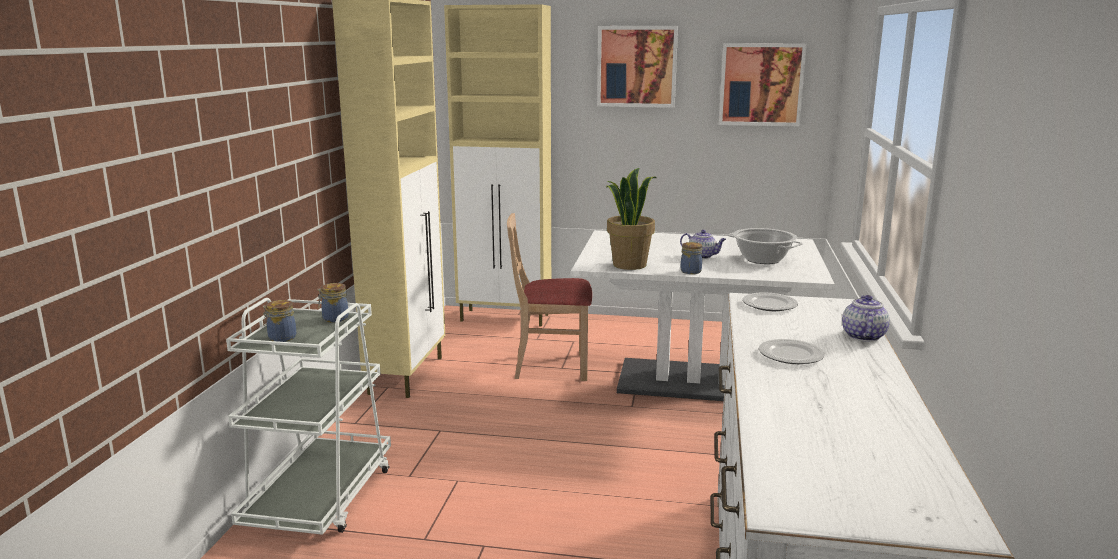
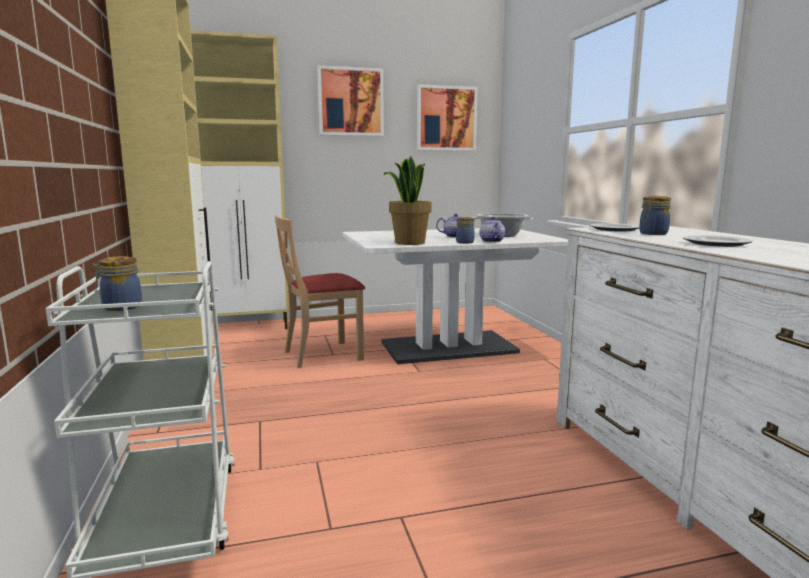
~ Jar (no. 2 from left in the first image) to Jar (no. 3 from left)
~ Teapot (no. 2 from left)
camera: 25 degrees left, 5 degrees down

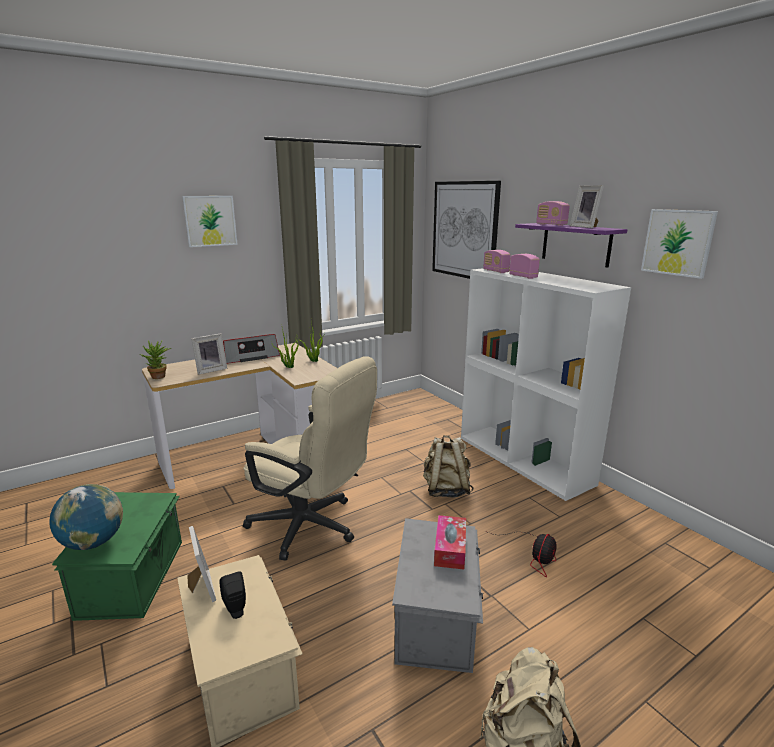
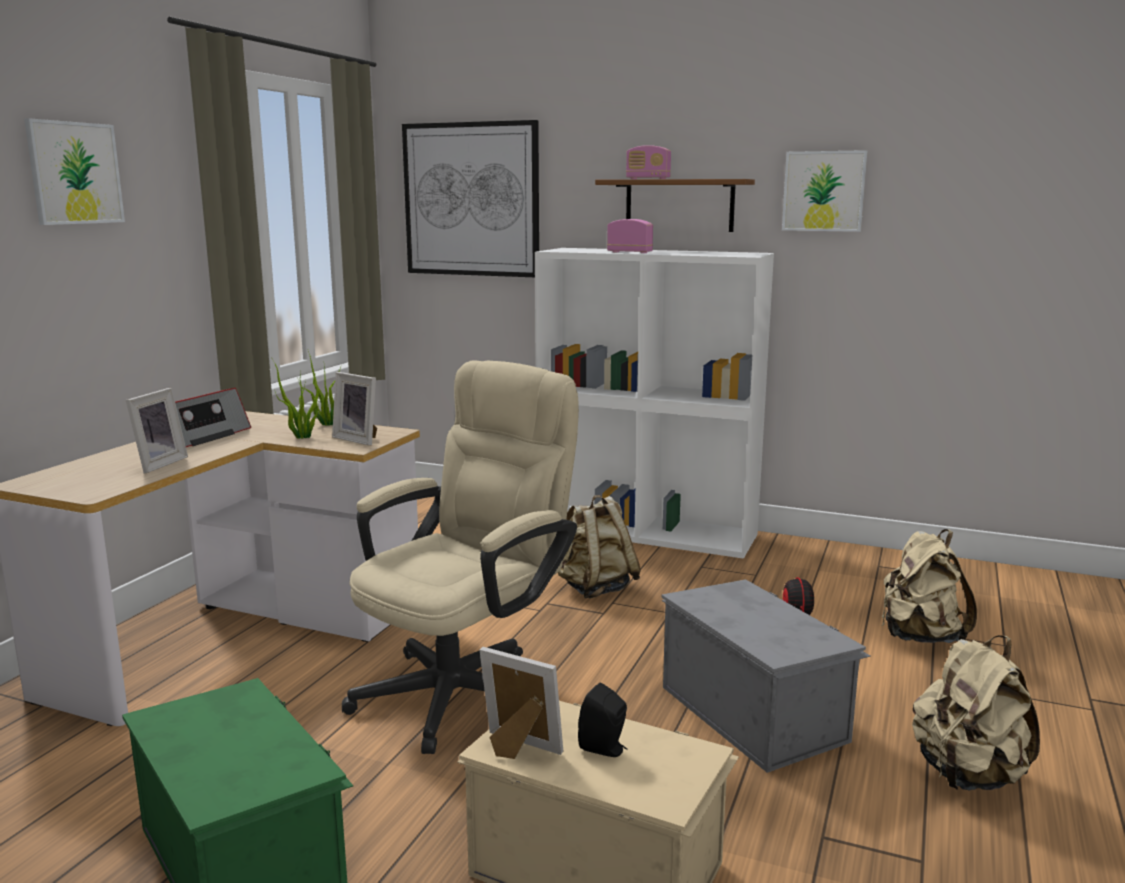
- Globe
- PottedPlant (no. 1 from left)
- TissueBox
- Radio (no. 2 from left)
+ BeigeBackpack (no. 2 from left)
~ PictureFrame (no. 3 from left in the first image) to PictureFrame (no. 2 from left)
~ PurpleShelf to BrownShelf
~ BeigeOfficeChair 45 degrees counterclockwise
camera: 35 degrees left, 5 degrees down

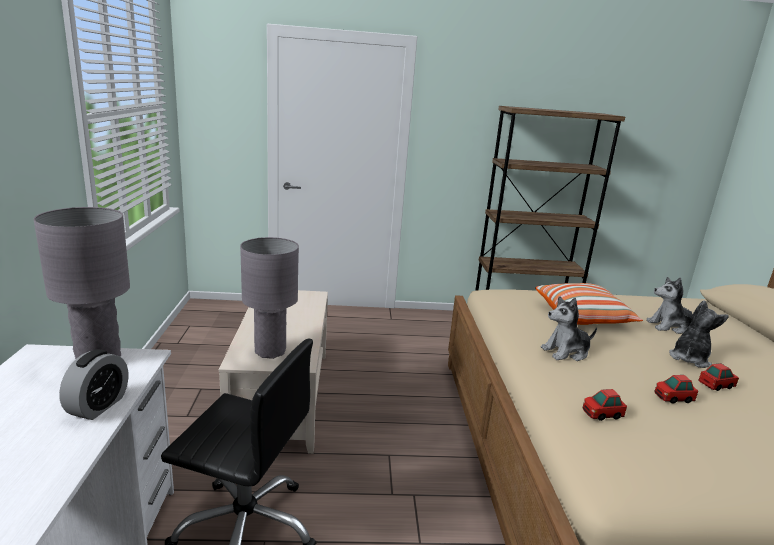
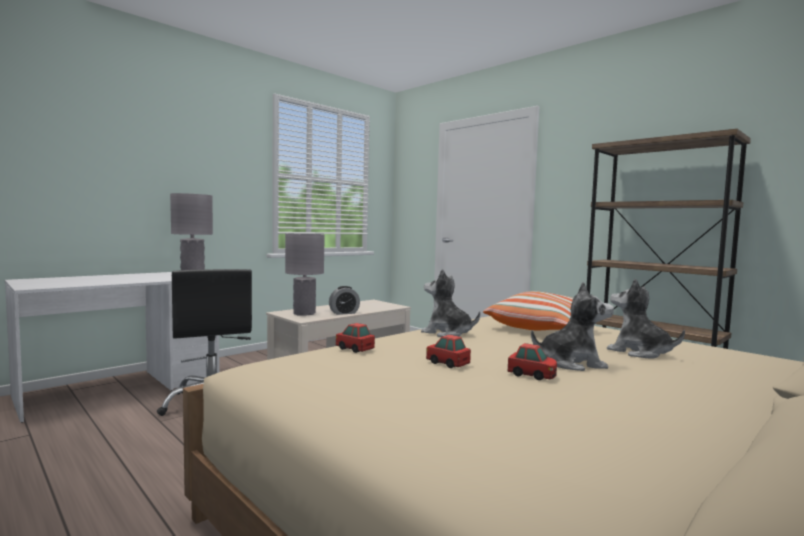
~ AlarmClock
camera: 50 degrees right, 15 degrees down

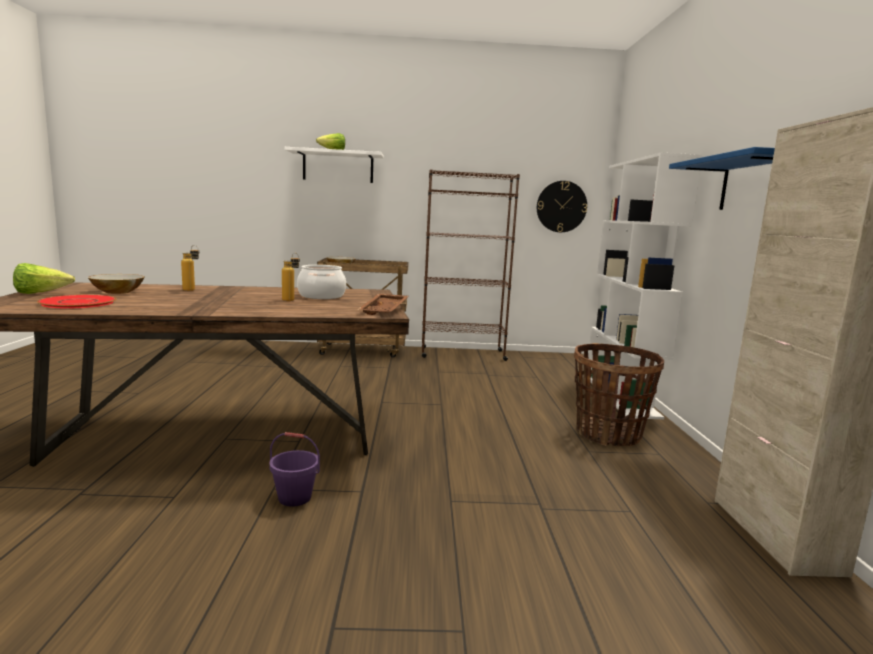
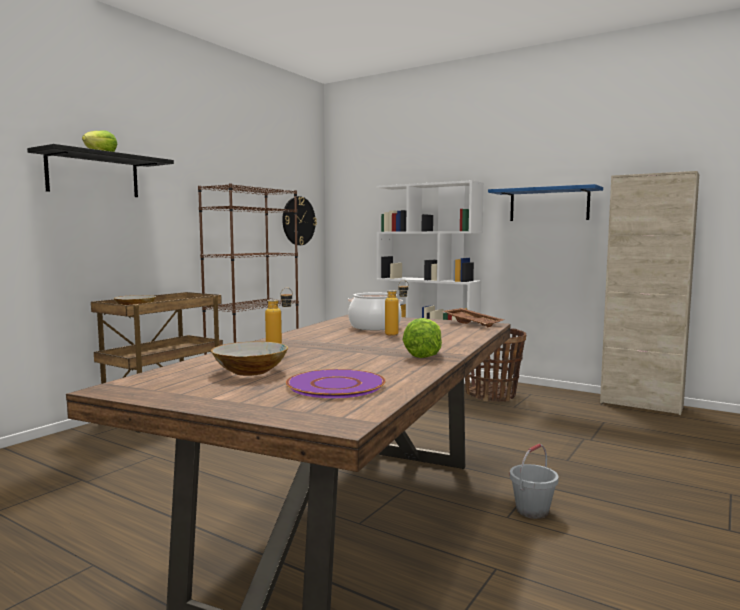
~ Lettuce (no. 1 from left in the first image) to Lettuce (no. 2 from left)
~ RedPlate to PurplePlate
~ PurpleBucket to GreyBucket
~ WhiteShelf to BlackShelf
camera: 55 degrees left, 5 degrees down

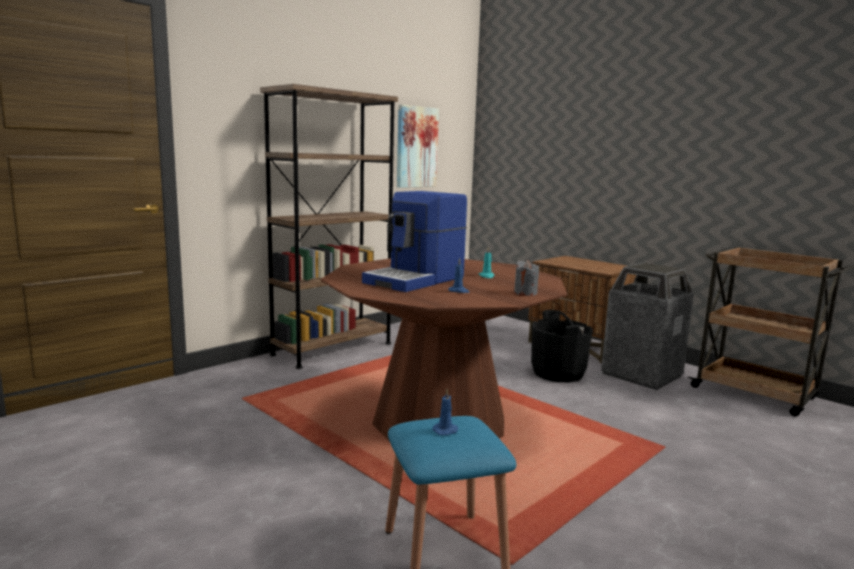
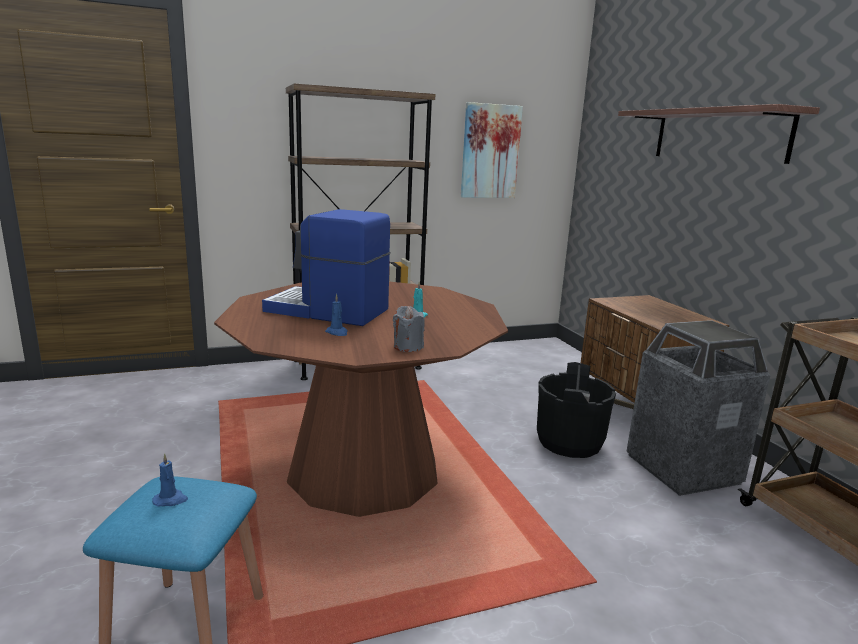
+ Shelf
~ CoffeeMachine 45 degrees clockwise
camera: 25 degrees right, 5 degrees up

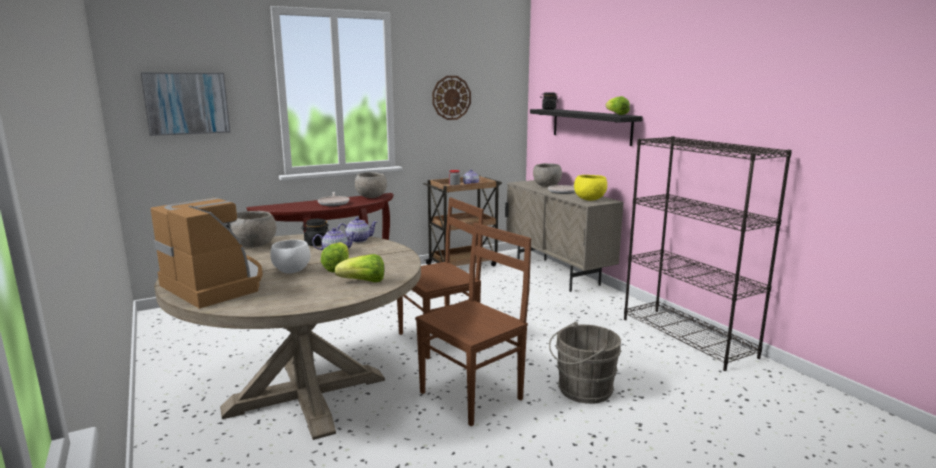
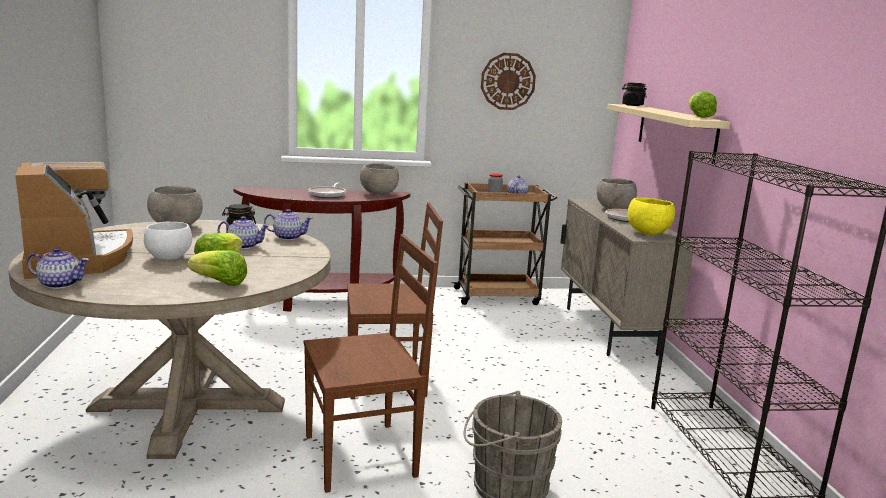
- Picture
+ Teapot (no. 1 from left)
~ BlackShelf to BeigeShelf
camera: 20 degrees right, 0 degrees up

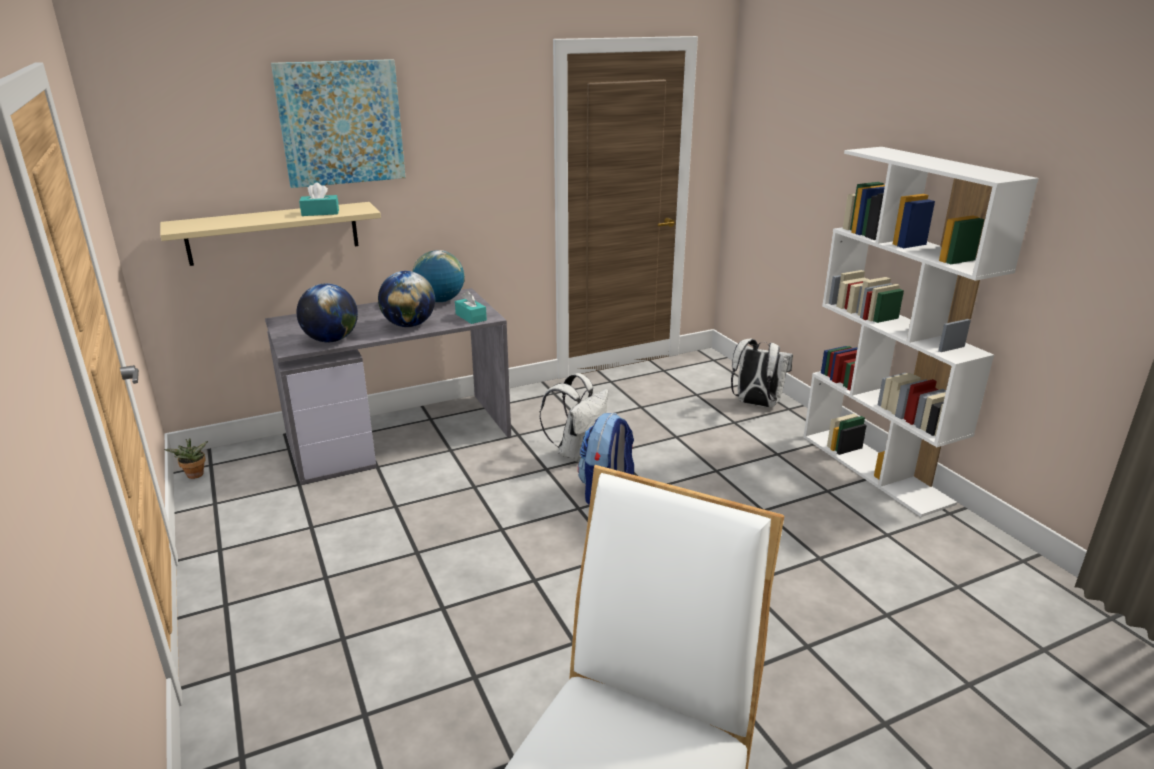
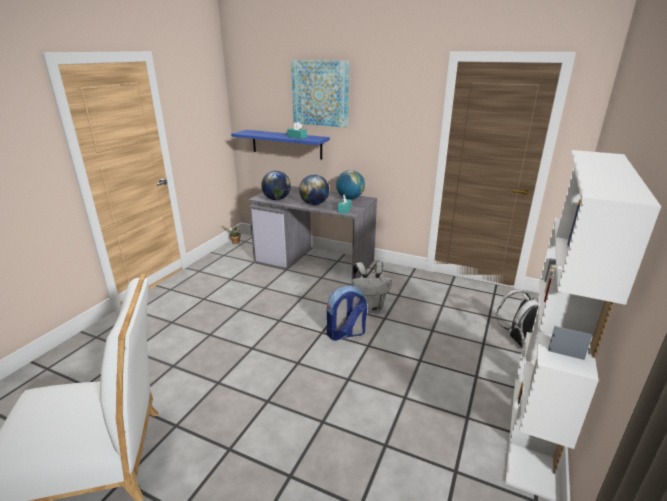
~ BeigeShelf to BlueShelf
camera: 50 degrees right, 0 degrees up

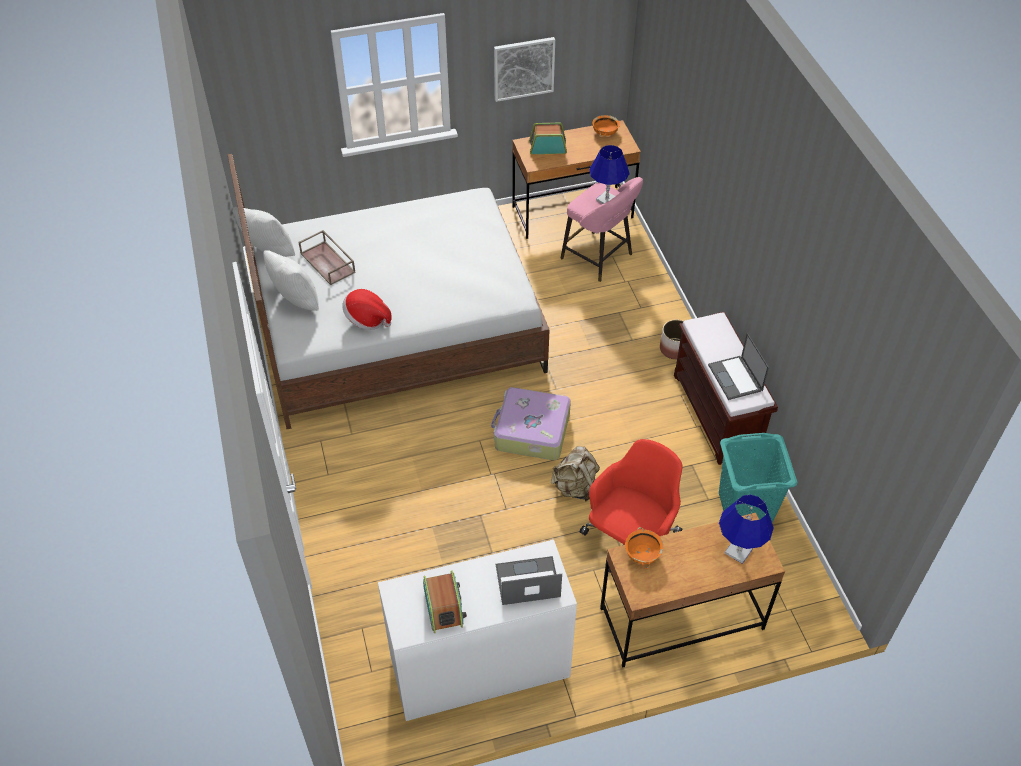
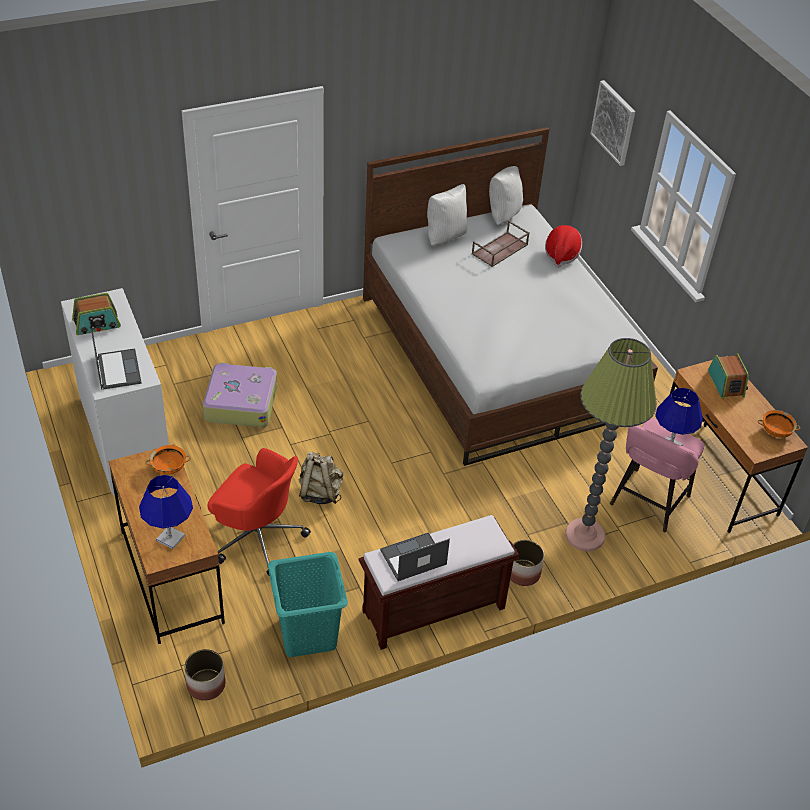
+ Planter (no. 1 from left)
+ FloorLamp
~ Hat
~ Suitcase
~ Picture
camera: 80 degrees right, 5 degrees down

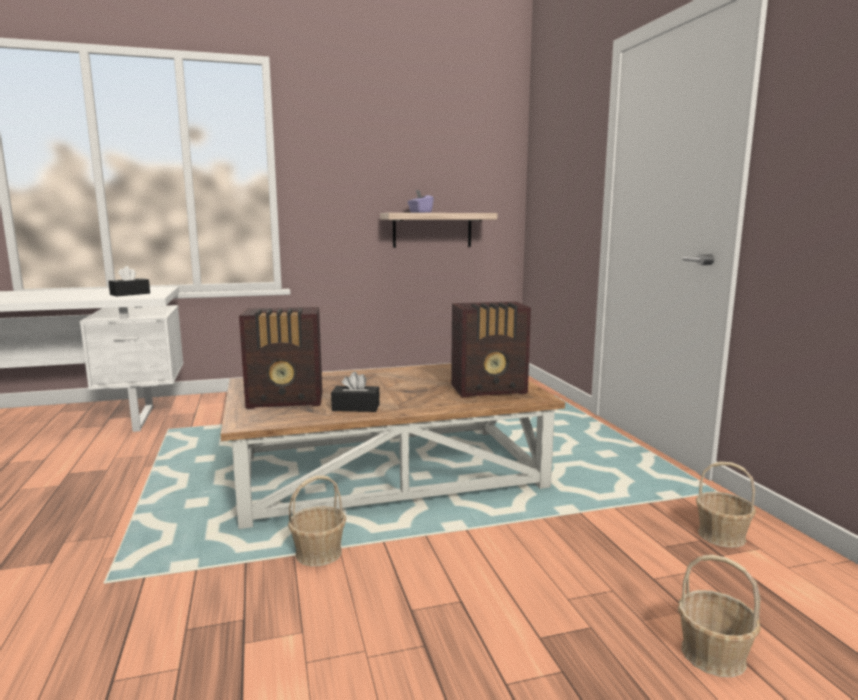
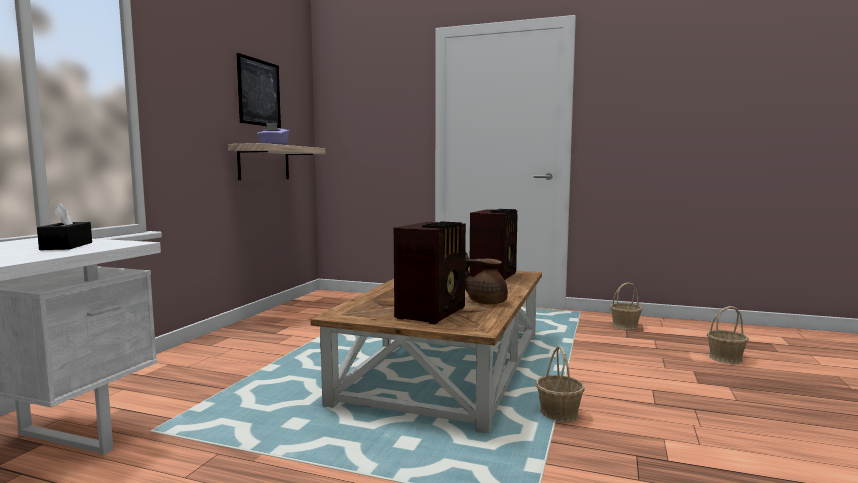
+ Picture
~ BlackTissueBox (no. 2 from left) to BrownTeapot
camera: 55 degrees left, 5 degrees down

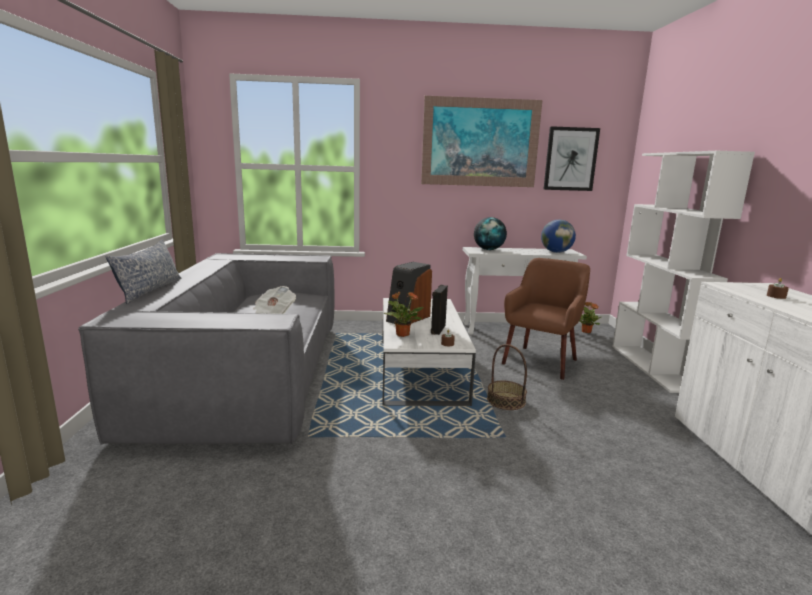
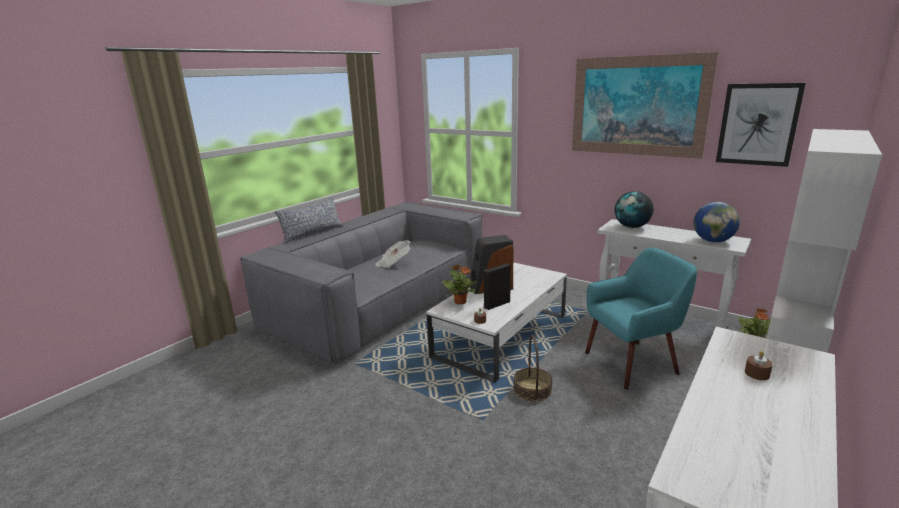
~ BrownArmchair to TurquoiseArmchair
camera: 40 degrees right, 5 degrees up

